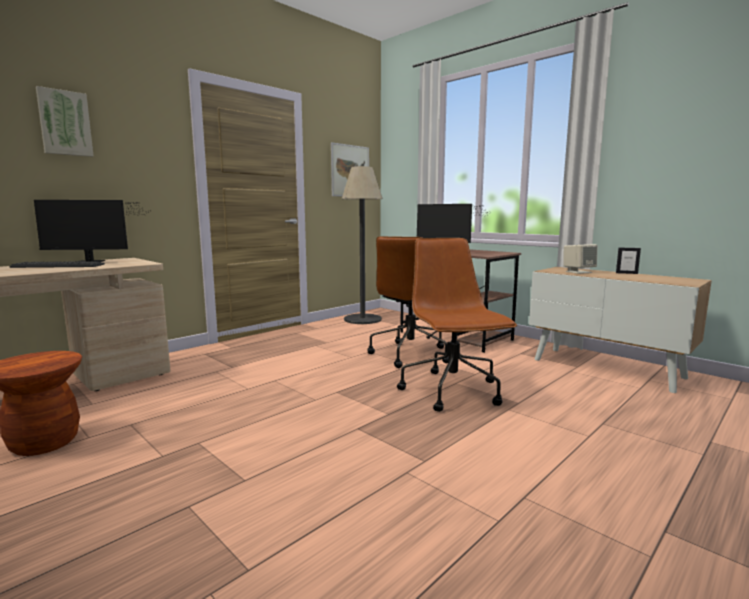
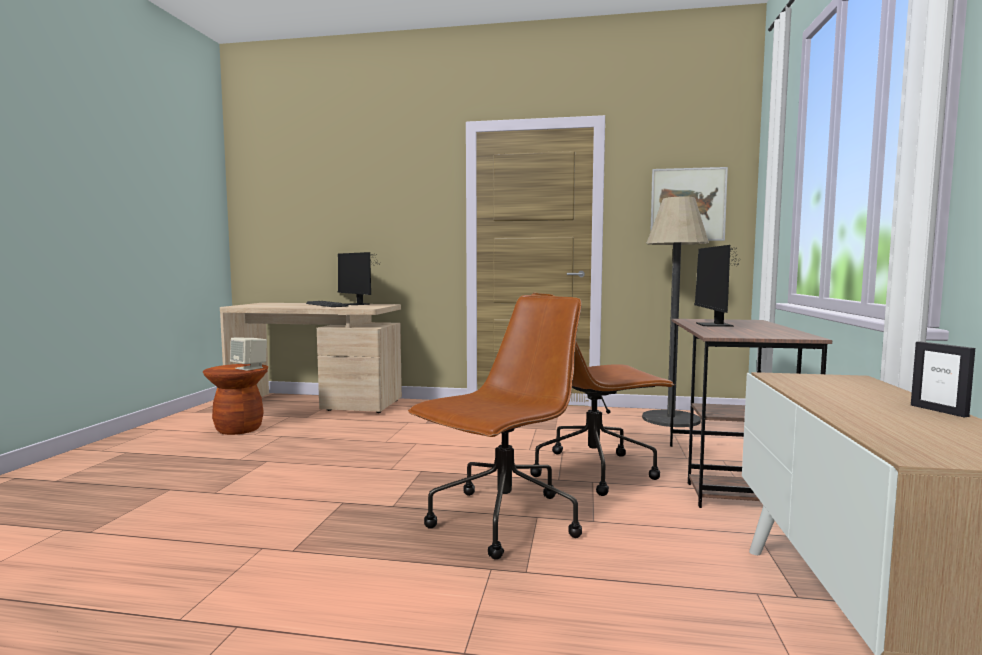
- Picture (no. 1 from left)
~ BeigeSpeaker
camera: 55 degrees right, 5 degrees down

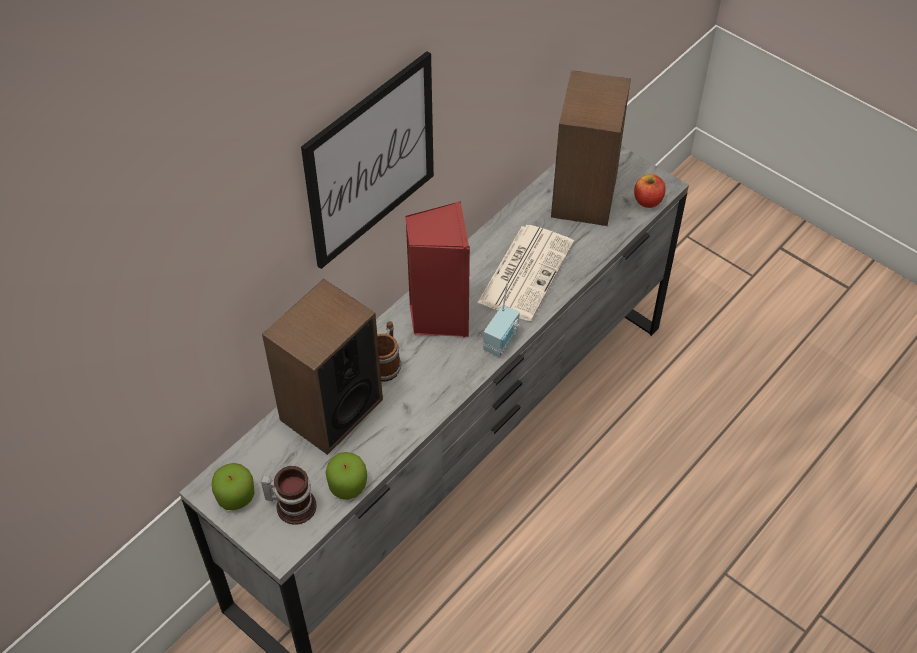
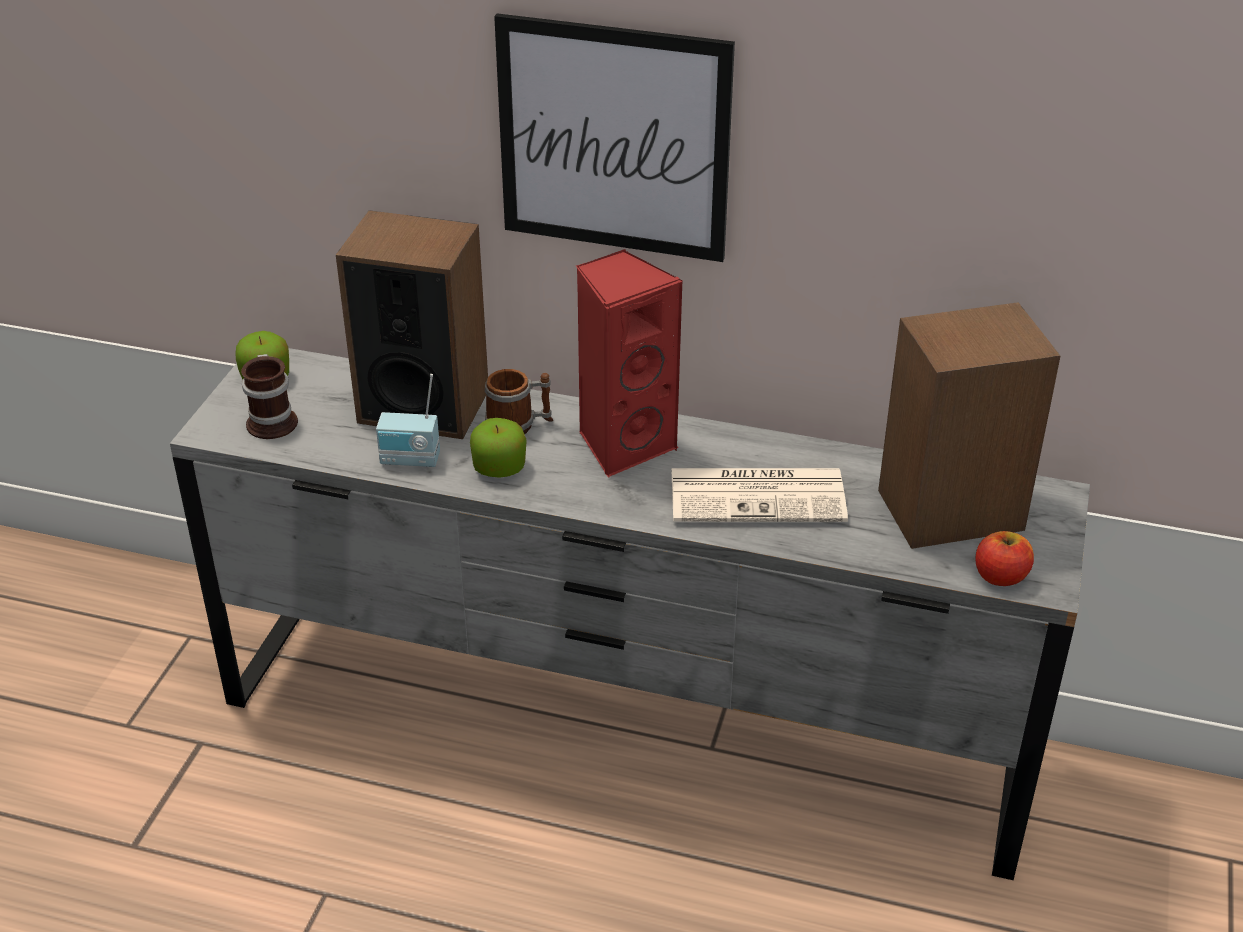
~ Apple (no. 2 from left)
~ Radio
camera: 65 degrees right, 15 degrees down

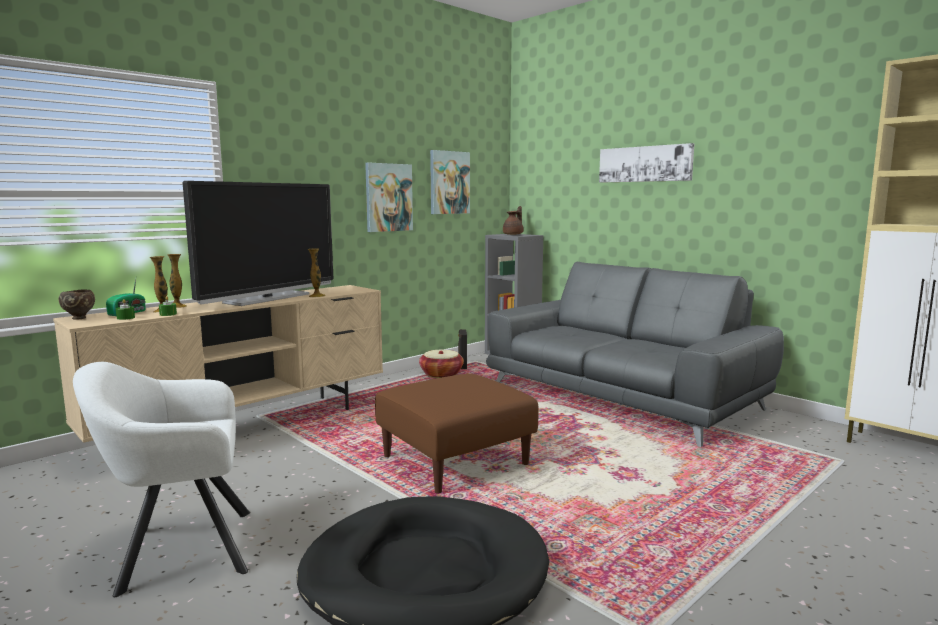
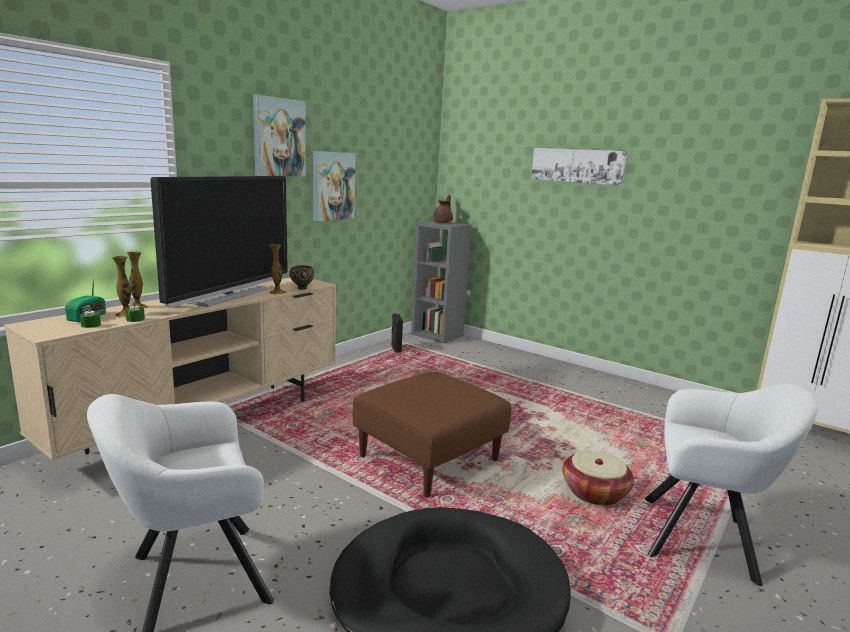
- GreySofa
+ WhiteArmchair (no. 2 from left)
~ BrownBowl
~ Basket
~ Picture (no. 2 from left in the first image) to Picture (no. 1 from left)
camera: 10 degrees left, 5 degrees up

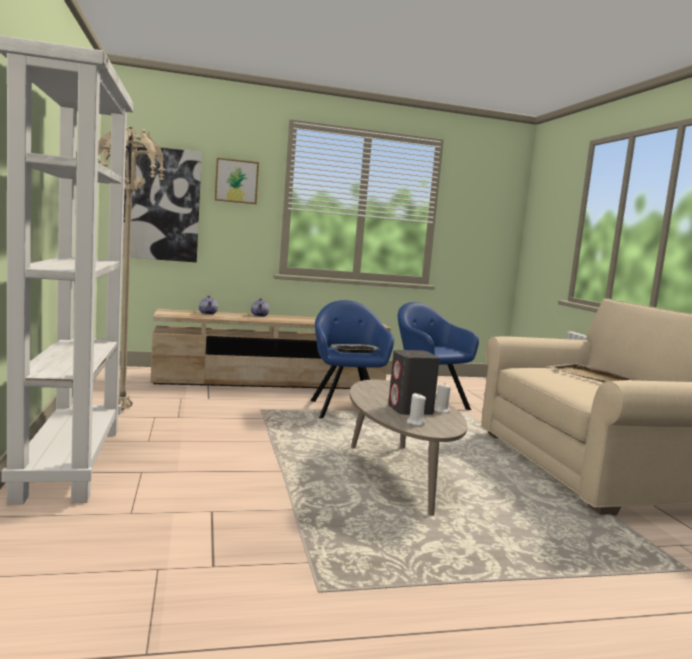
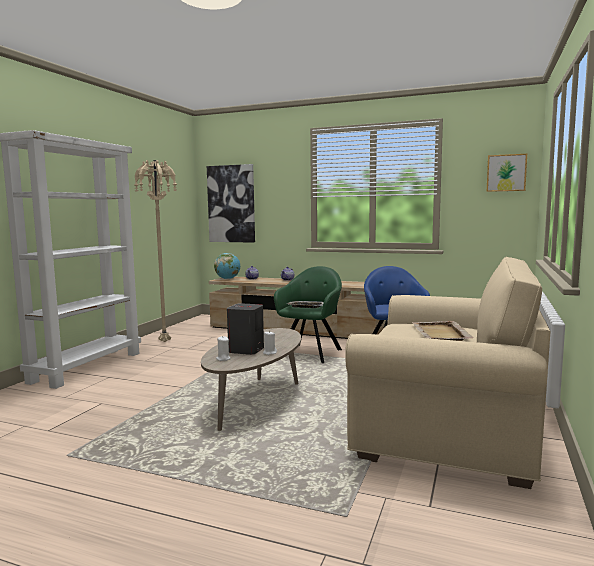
+ Globe
~ Picture (no. 2 from left)
~ BlueArmchair (no. 1 from left) to GreenArmchair
camera: 35 degrees right, 0 degrees up

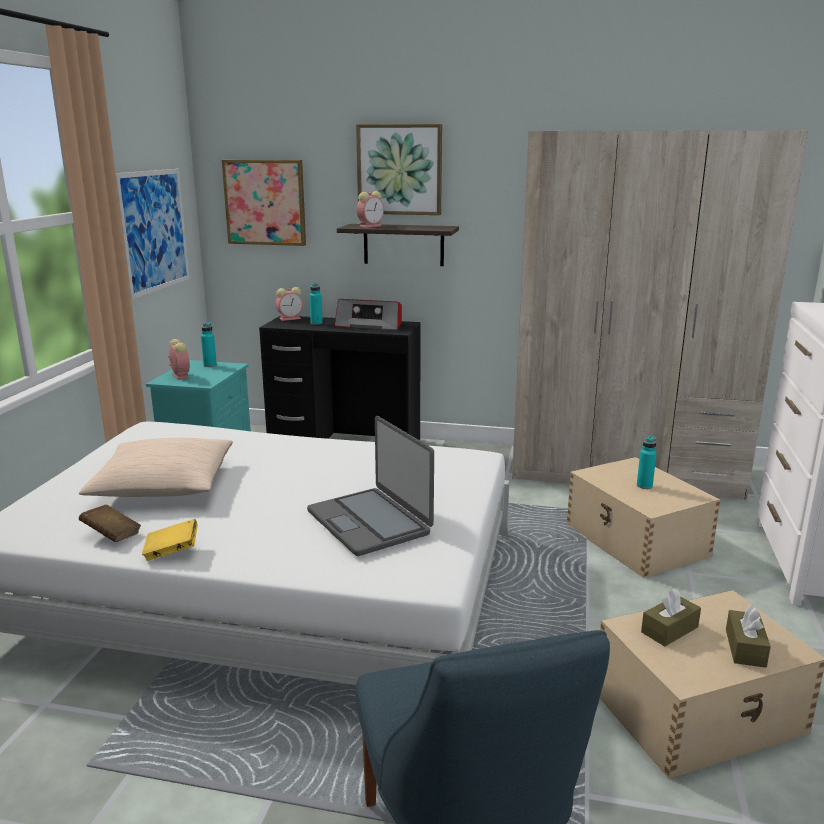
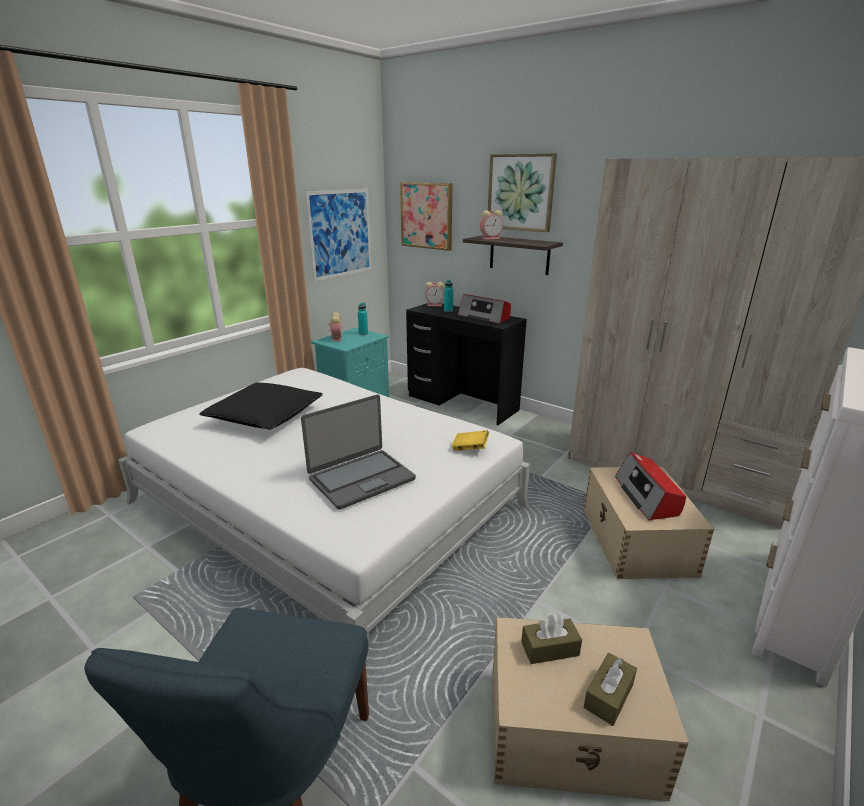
- BrownBook
~ YellowBook
~ TurquoiseBottle (no. 3 from left) to Radio (no. 2 from left)
~ BeigePillow to BlackPillow
~ Laptop 120 degrees counterclockwise
camera: 25 degrees right, 5 degrees up

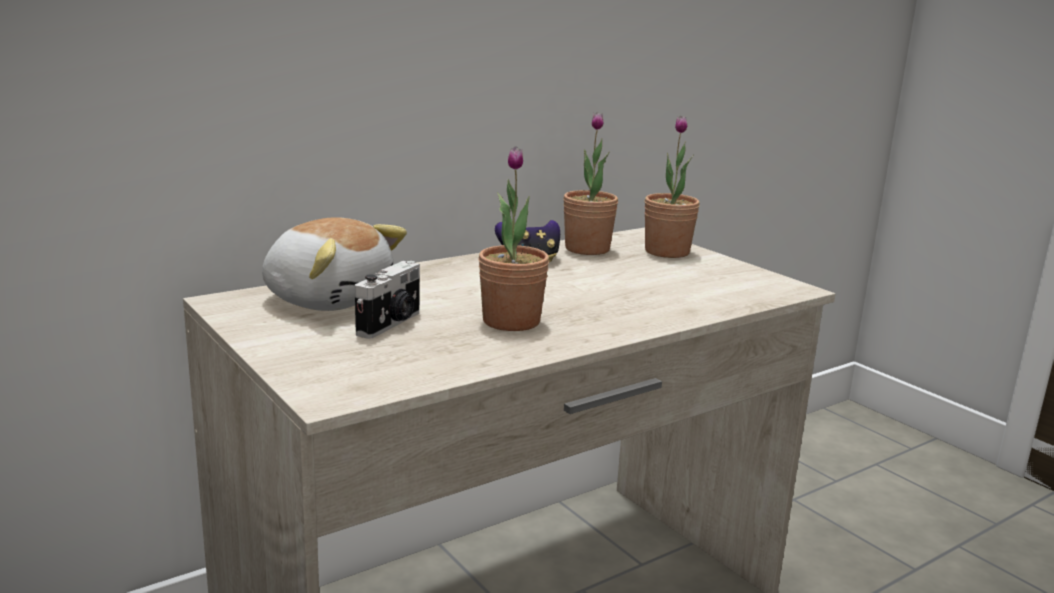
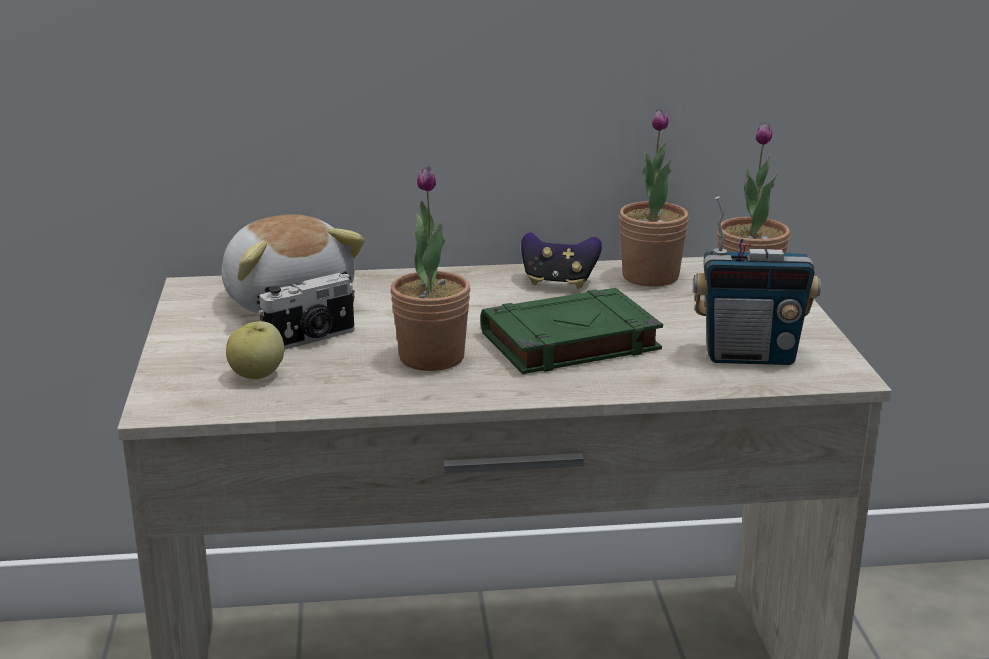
+ Apple
+ GreenBook
+ Radio
camera: 30 degrees right, 5 degrees up

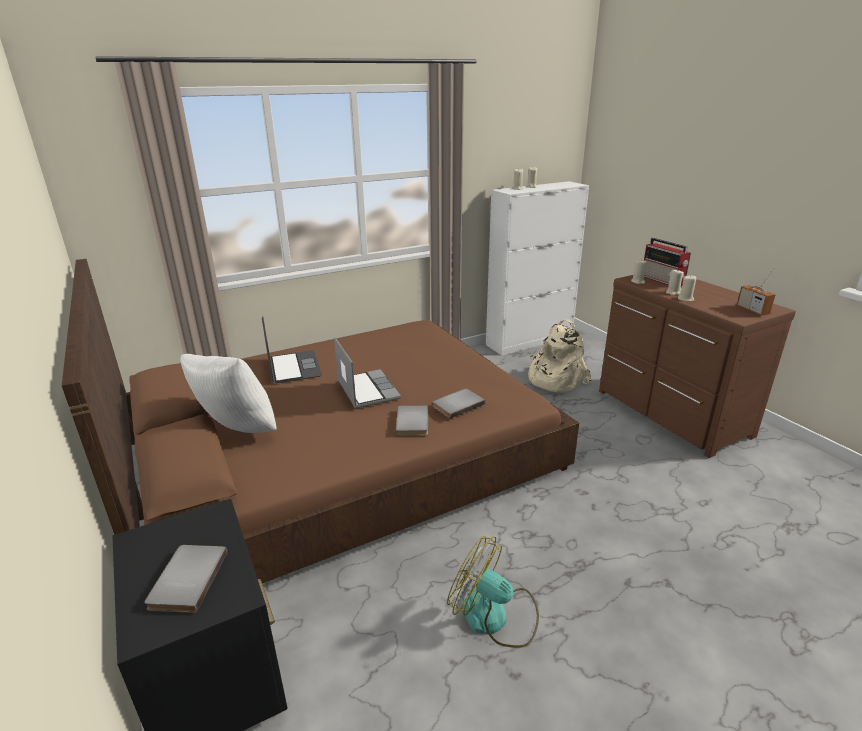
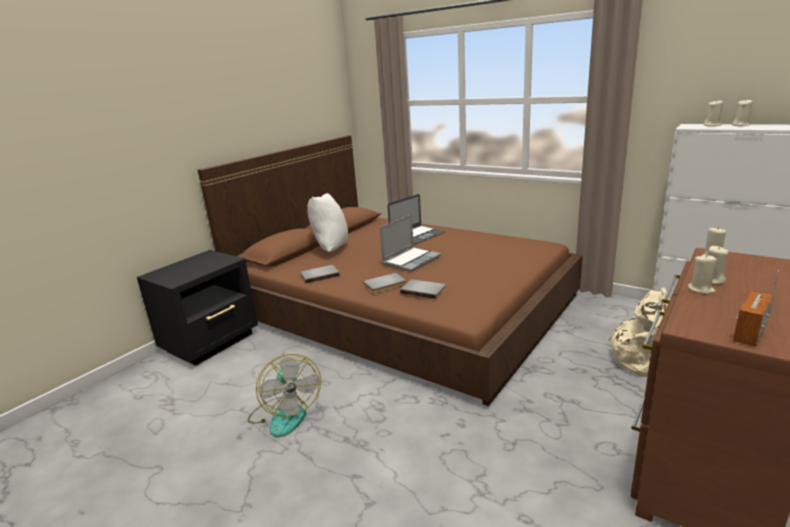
- Radio (no. 1 from left)
~ GreyBook (no. 1 from left)
~ Fan 150 degrees clockwise
camera: 65 degrees right, 5 degrees down

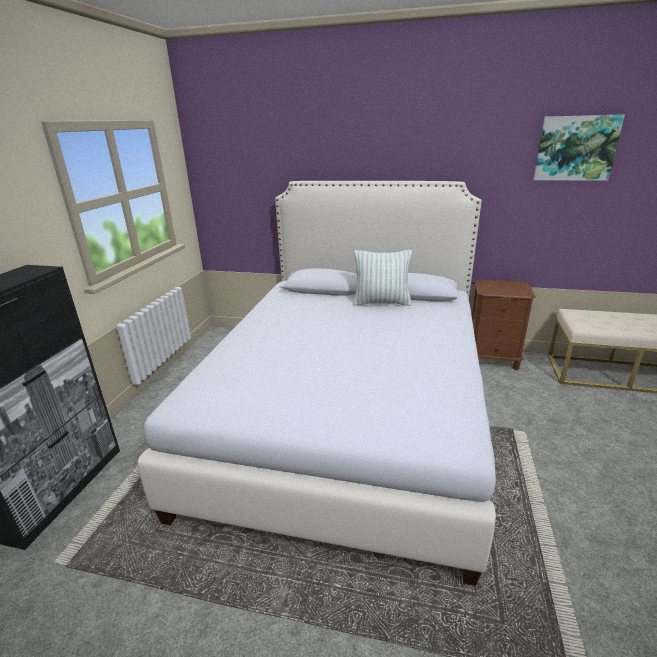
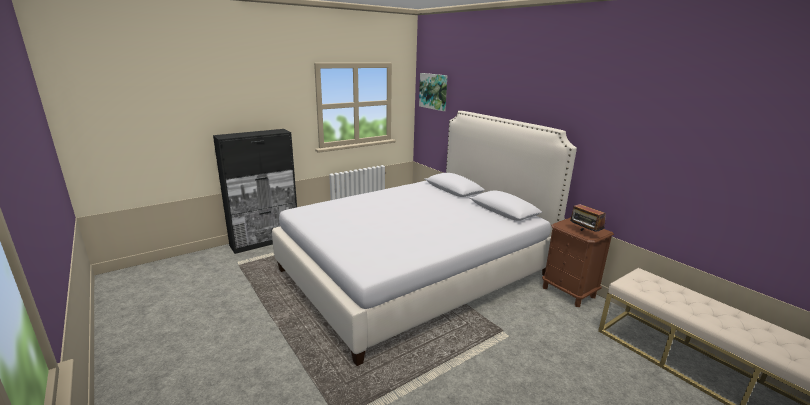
- Pillow
+ Radio
~ Picture
camera: 40 degrees right, 5 degrees down

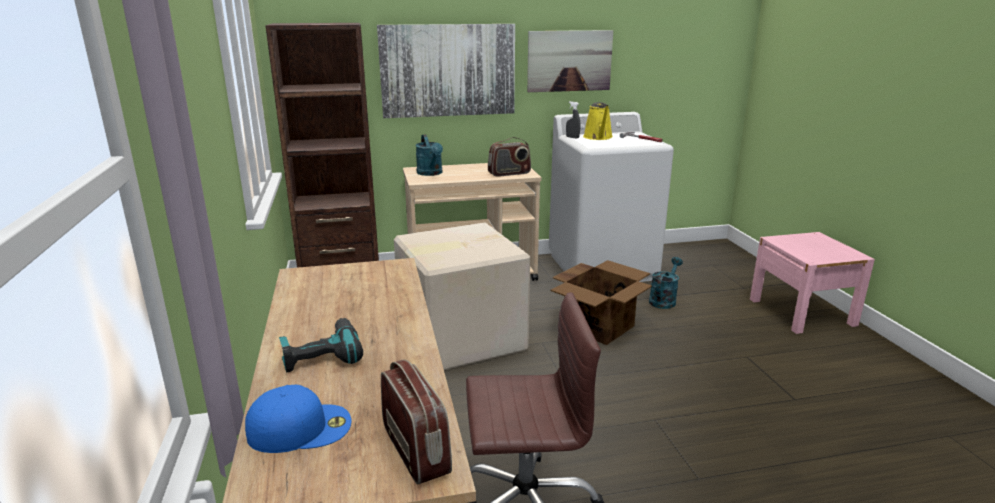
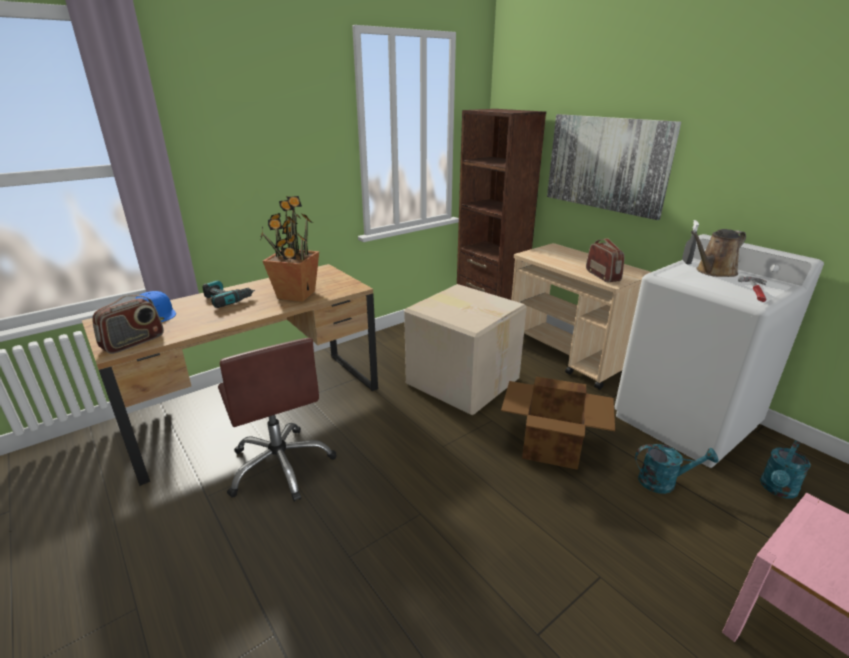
- Picture (no. 2 from left)
+ PottedPlant
~ TurquoiseWateringCan (no. 1 from left in the first image) to TurquoiseWateringCan (no. 2 from left)
~ YellowWateringCan to BrownWateringCan
~ Radio (no. 2 from left) 150 degrees counterclockwise
camera: 65 degrees right, 5 degrees up

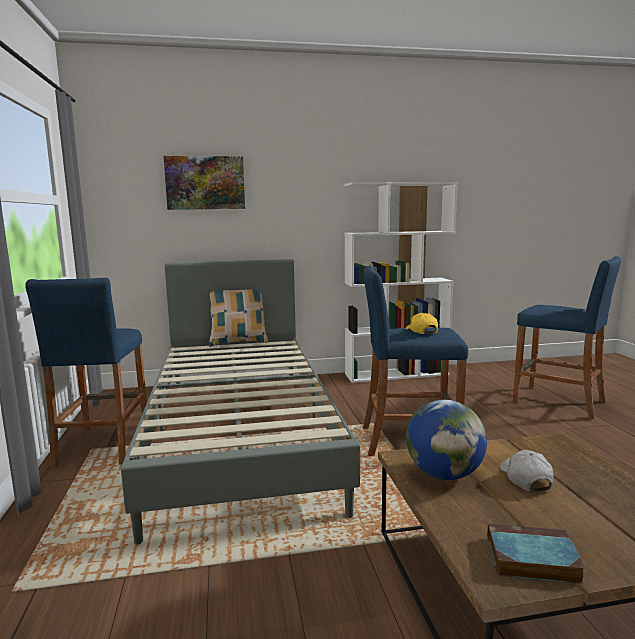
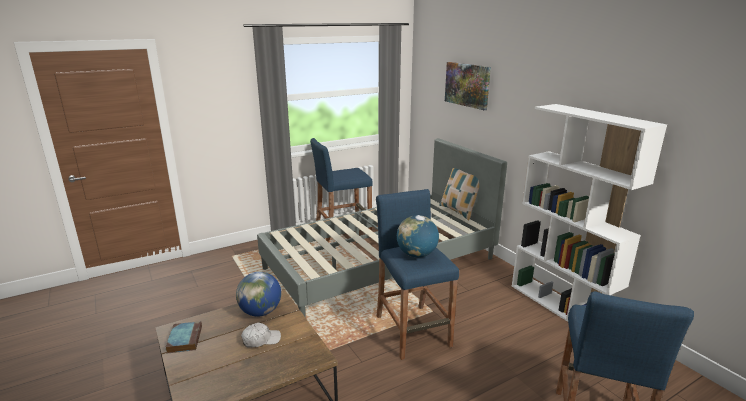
~ YellowCap to Globe (no. 2 from left)
camera: 70 degrees right, 10 degrees up

